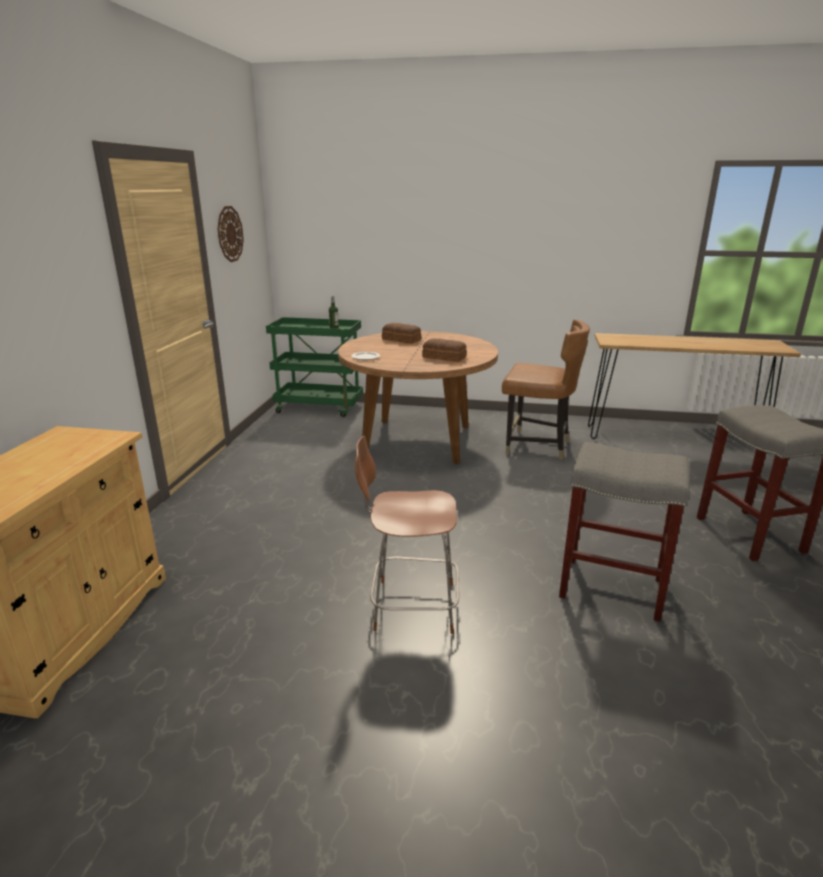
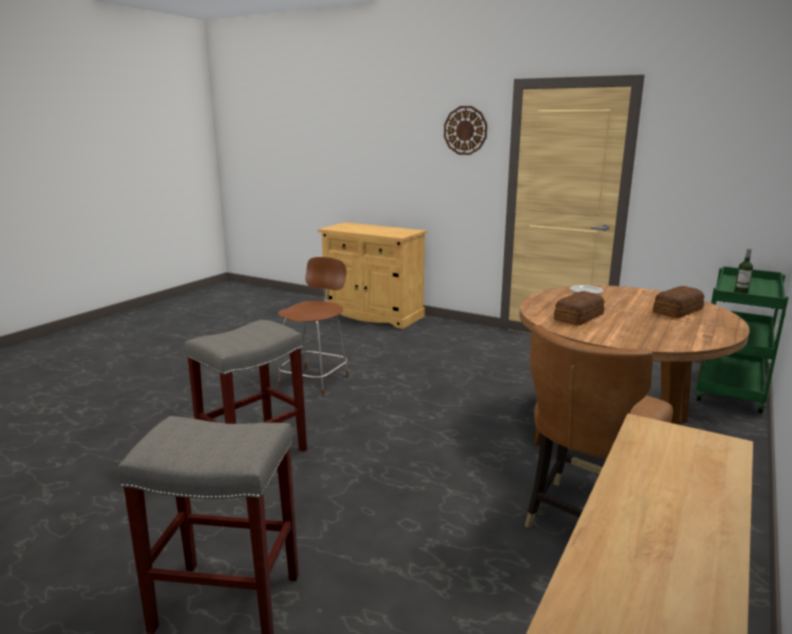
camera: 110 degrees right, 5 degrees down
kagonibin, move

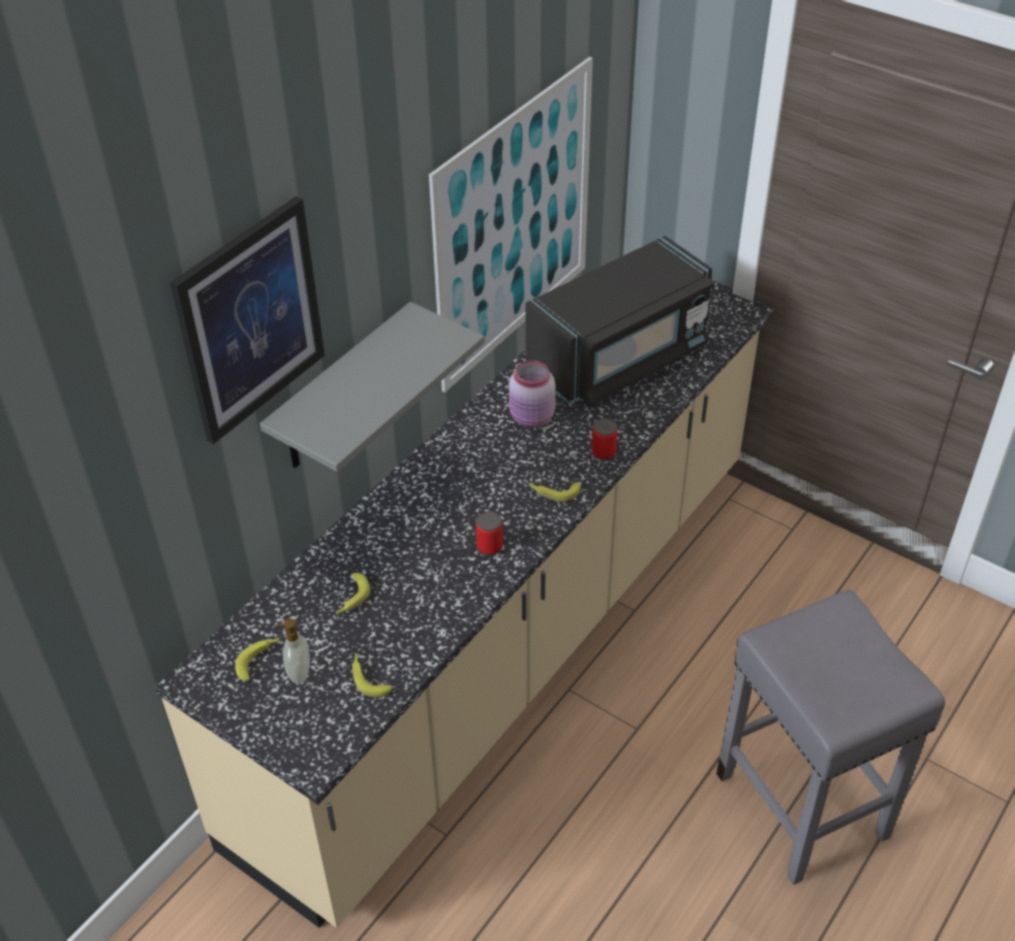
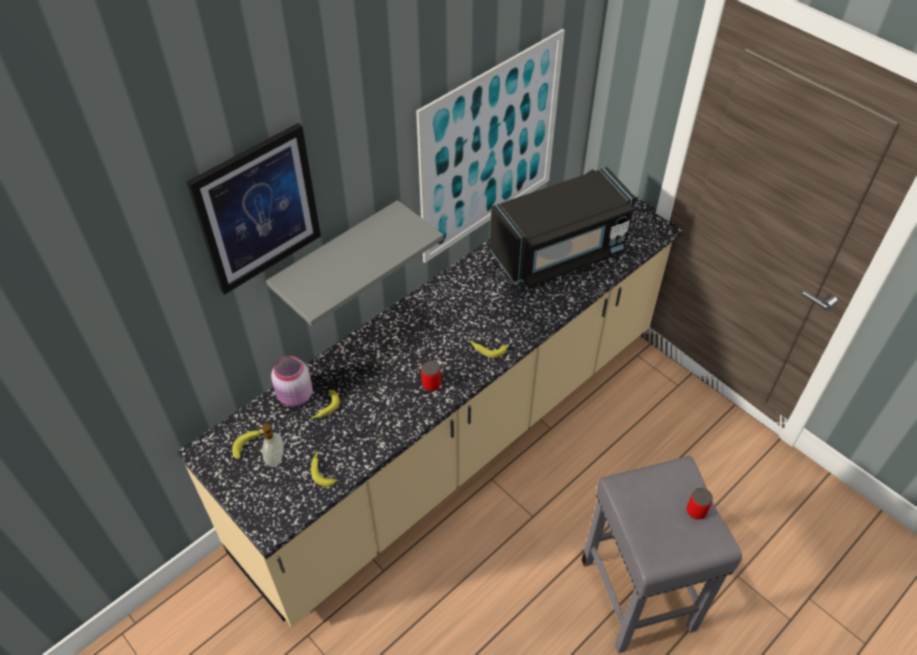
camera: 10 degrees right, 5 degrees up
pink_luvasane, move
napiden (2nd from left), move

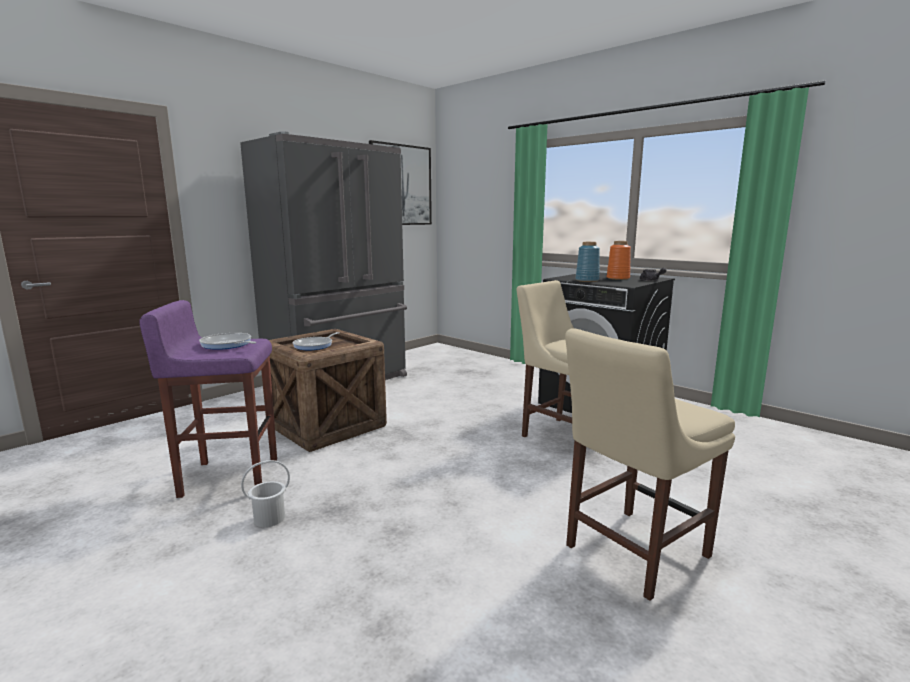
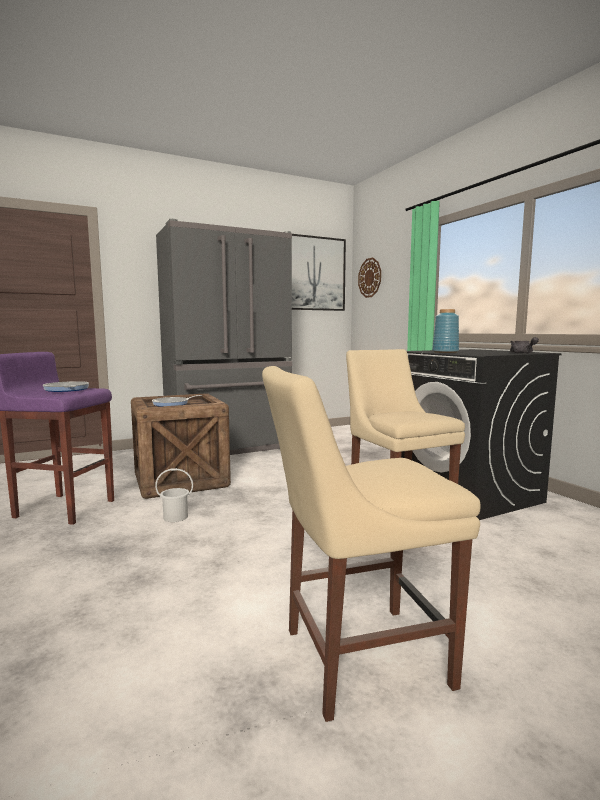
camera: 20 degrees right, 5 degrees down
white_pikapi, move
none -> kagonibin
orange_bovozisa -> none

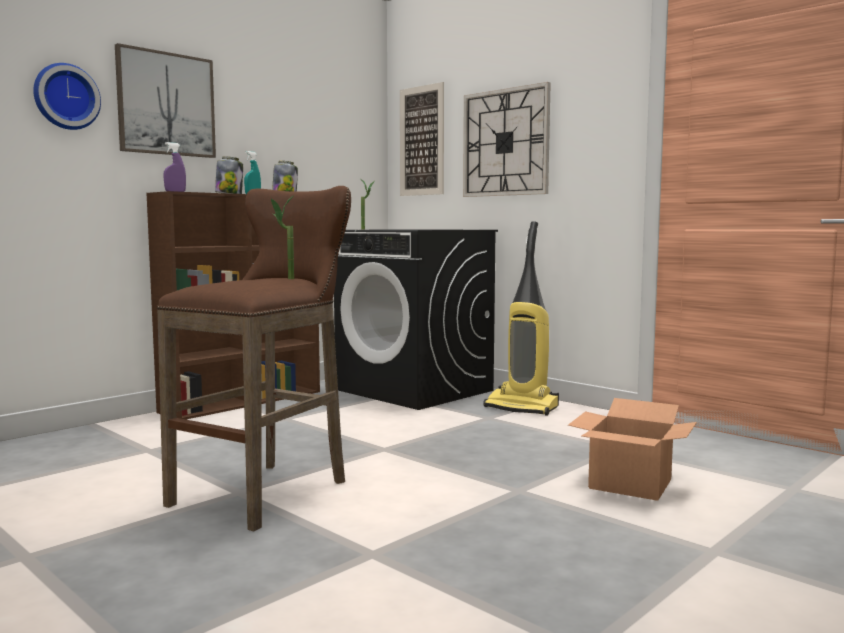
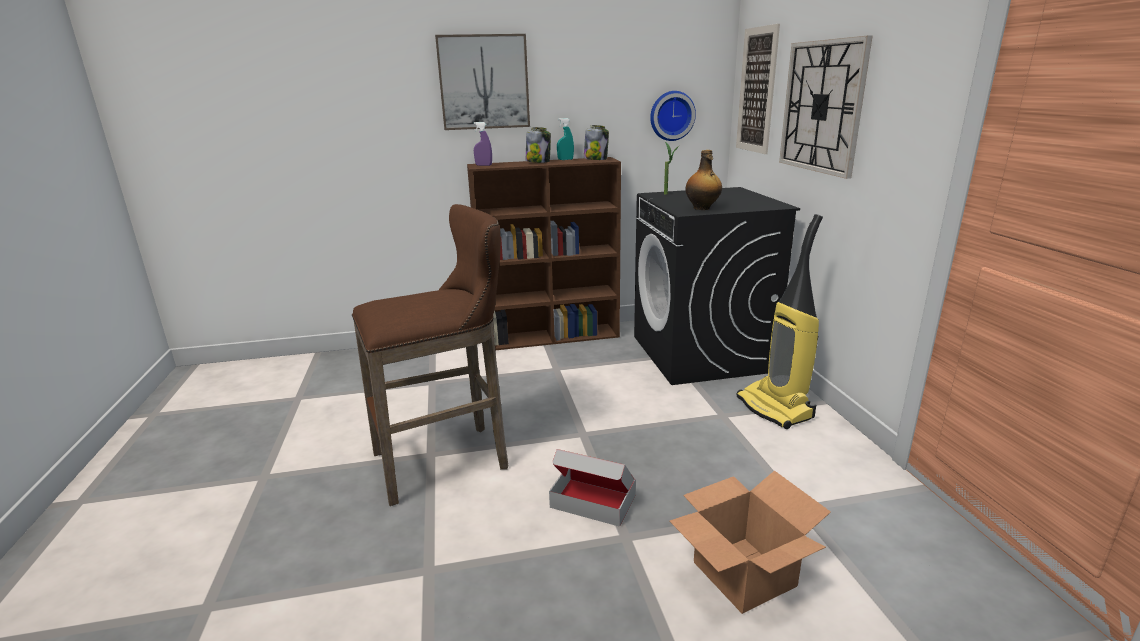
camera: 35 degrees right, 15 degrees up
none -> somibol (1st from left)
kagonibin (1st from left), move
none -> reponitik
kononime (1st from left) -> none

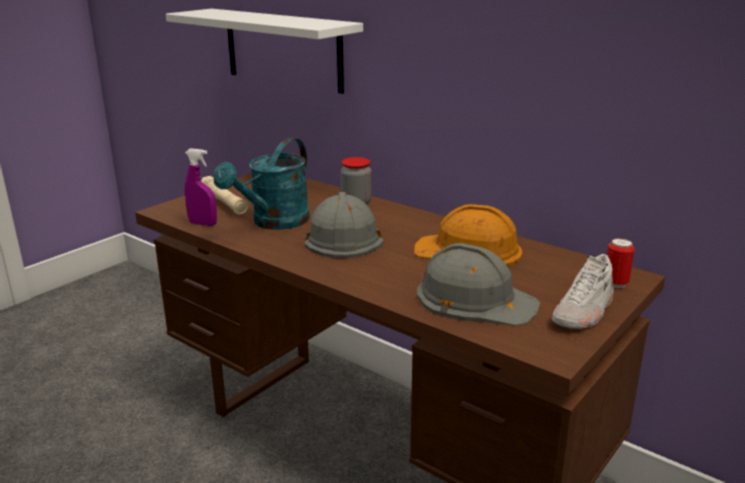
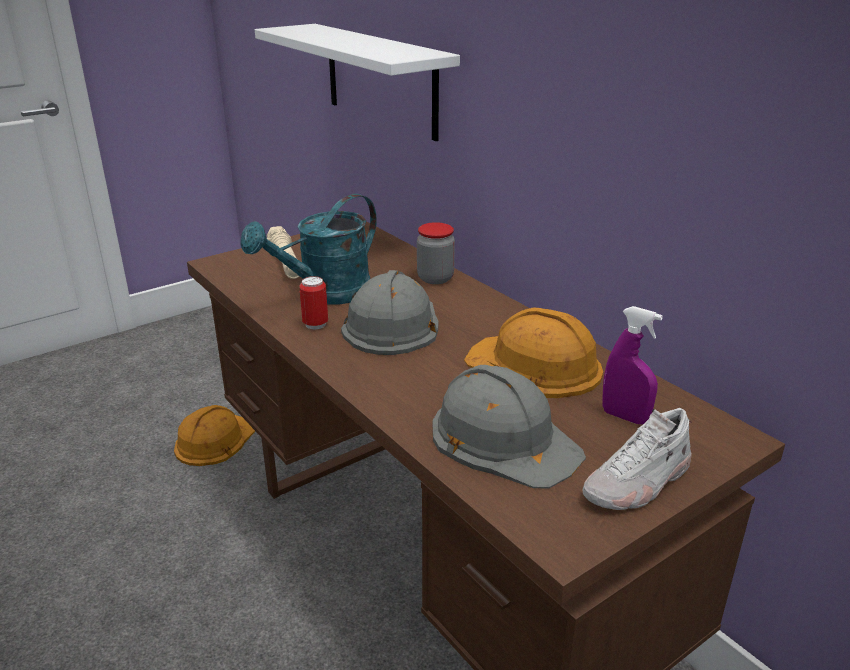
camera: 15 degrees right, 5 degrees up
none -> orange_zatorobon (1st from left)
napiden, move
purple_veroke, move

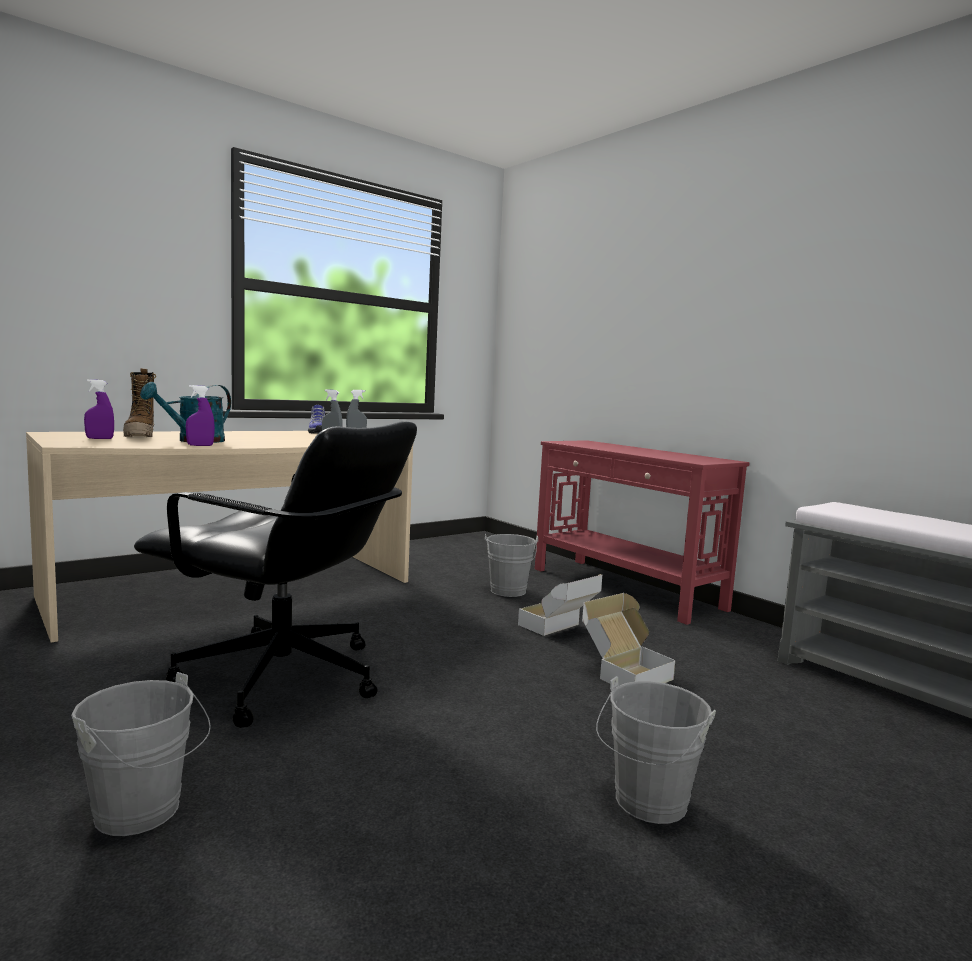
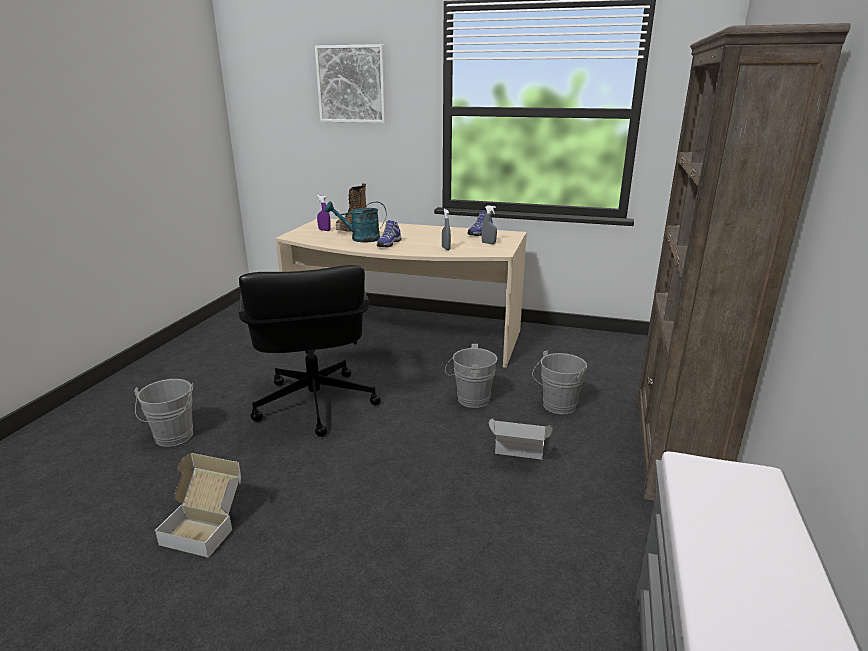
camera: 55 degrees right, 15 degrees up
somibol (2nd from left in the first image) -> somibol (1st from left), move
none -> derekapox
none -> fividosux (1st from left)
grey_pikapi (3rd from left in the first image) -> grey_pikapi (2nd from left), move
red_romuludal -> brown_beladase
purple_veroke (2nd from left) -> none

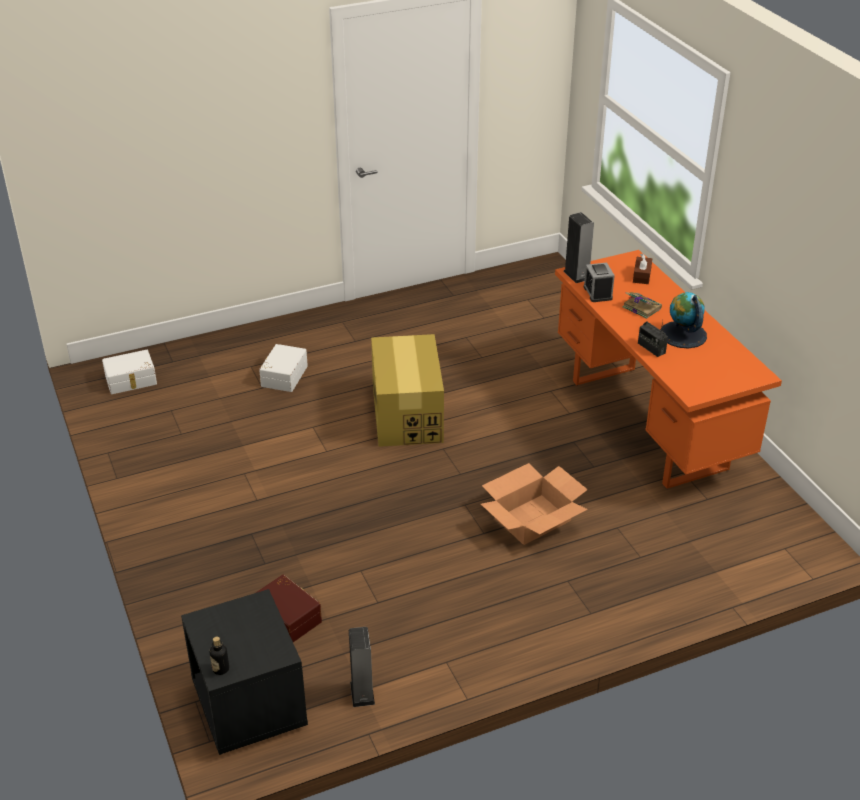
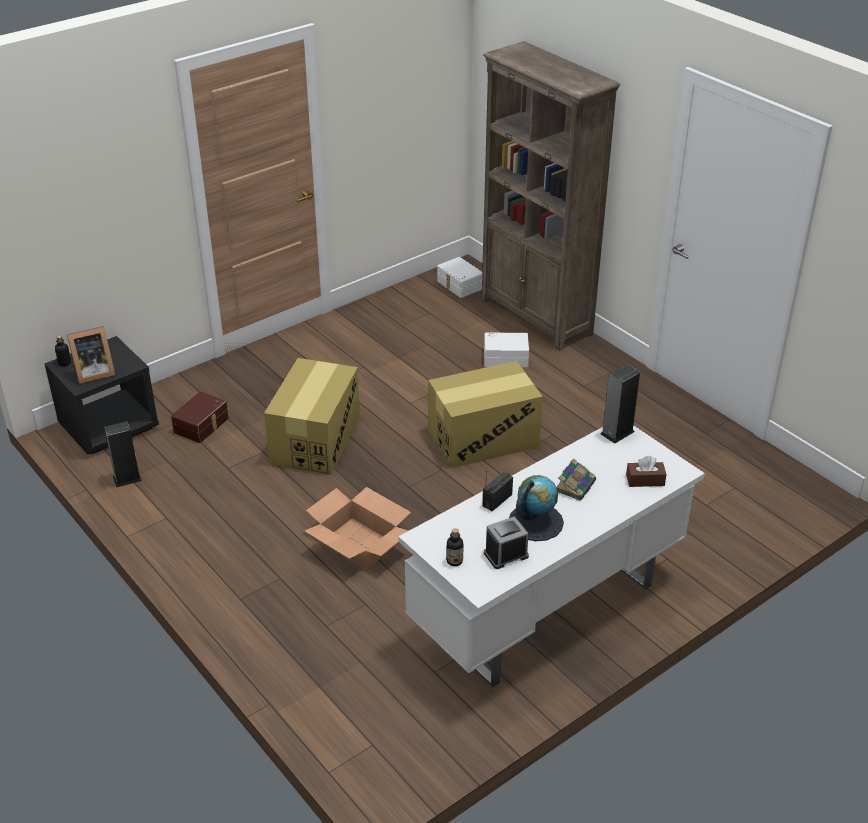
camera: 75 degrees right, 0 degrees up
none -> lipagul
none -> somibol (1st from left)
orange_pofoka -> white_pofoka
none -> reponitik (2nd from left)
none -> brown_beladase
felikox, move

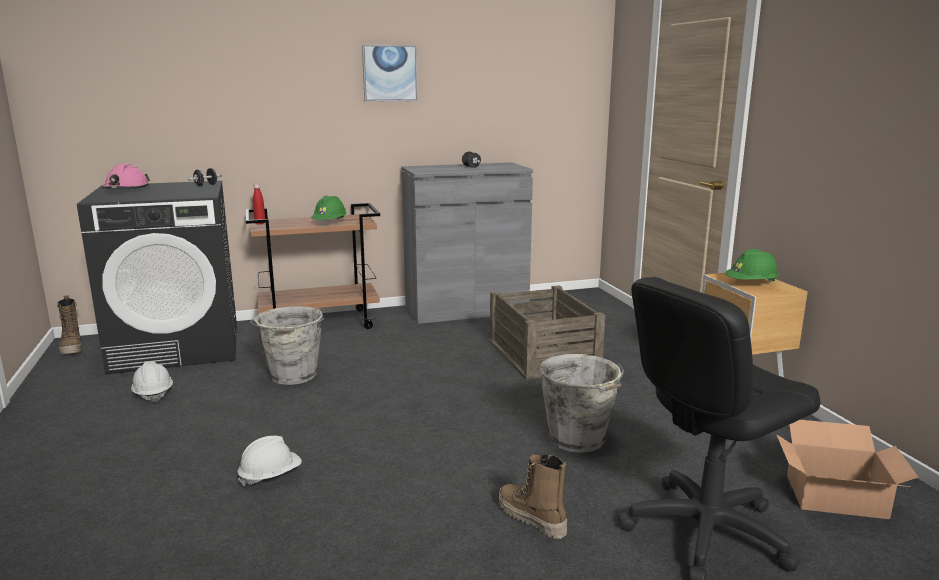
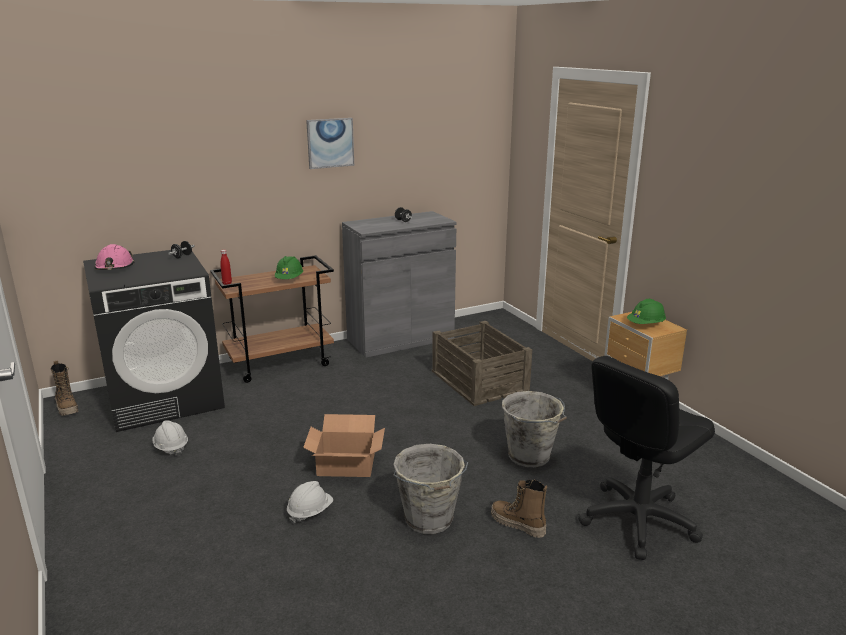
camera: 10 degrees left, 5 degrees up
somibol, move
grey_pikapi (1st from left), move

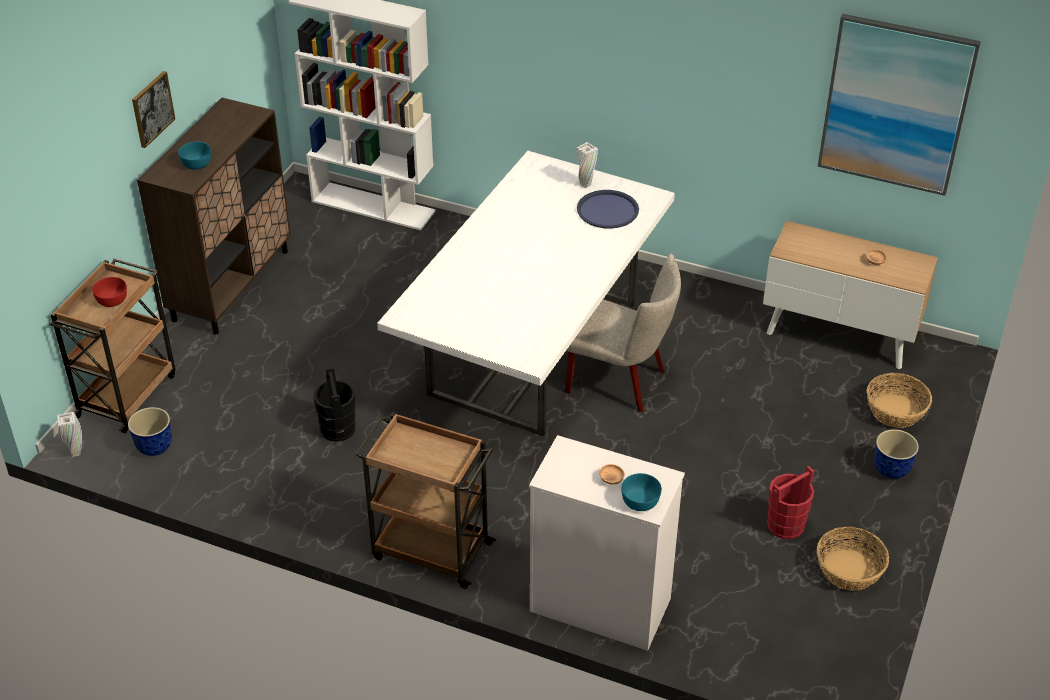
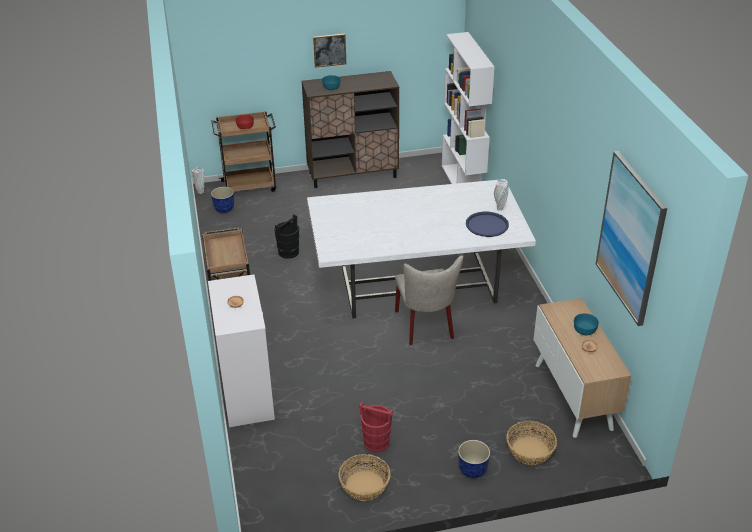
camera: 55 degrees right, 5 degrees down
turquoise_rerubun (2nd from left), move

